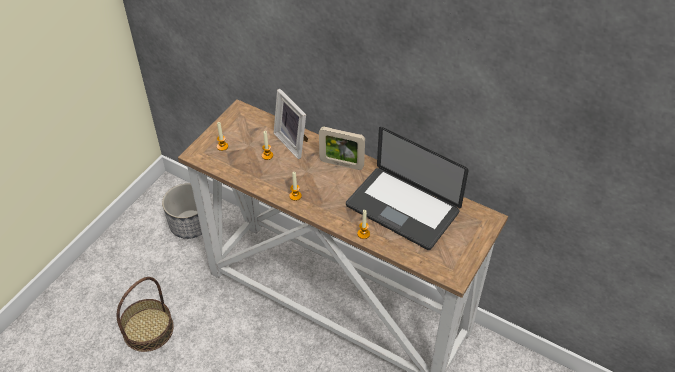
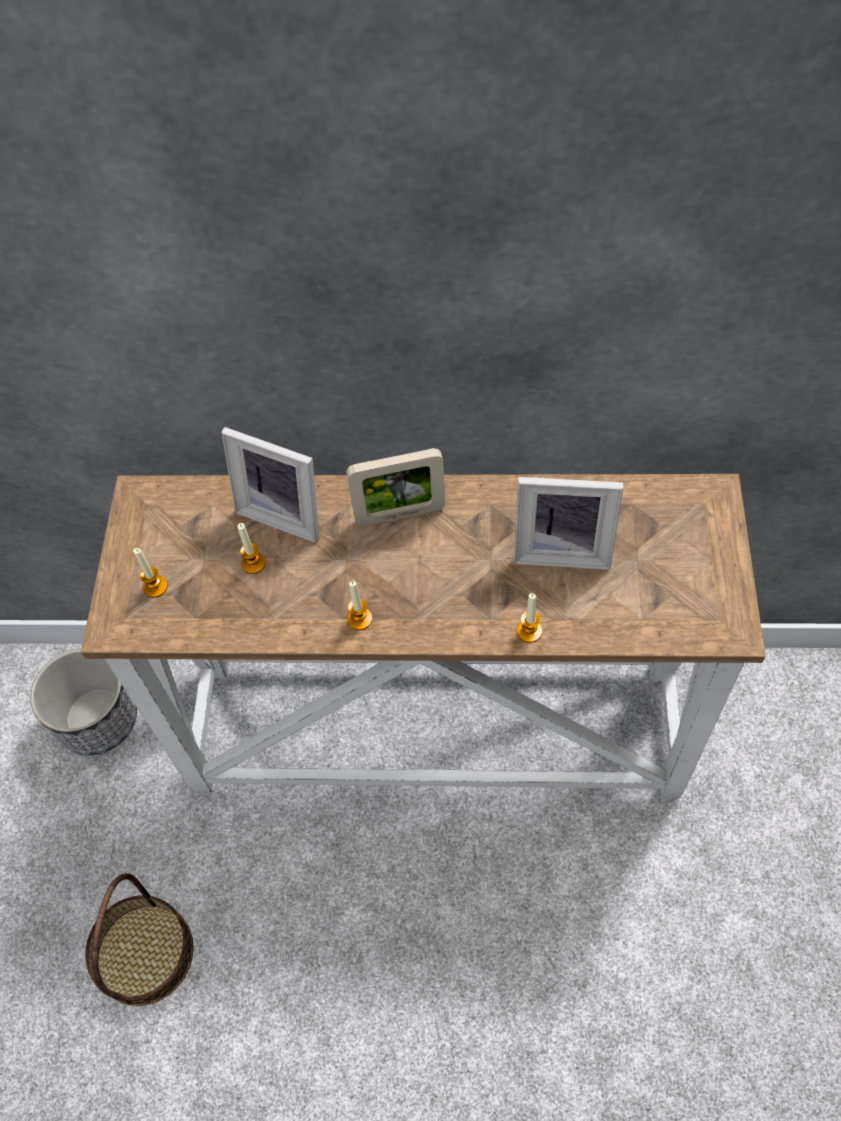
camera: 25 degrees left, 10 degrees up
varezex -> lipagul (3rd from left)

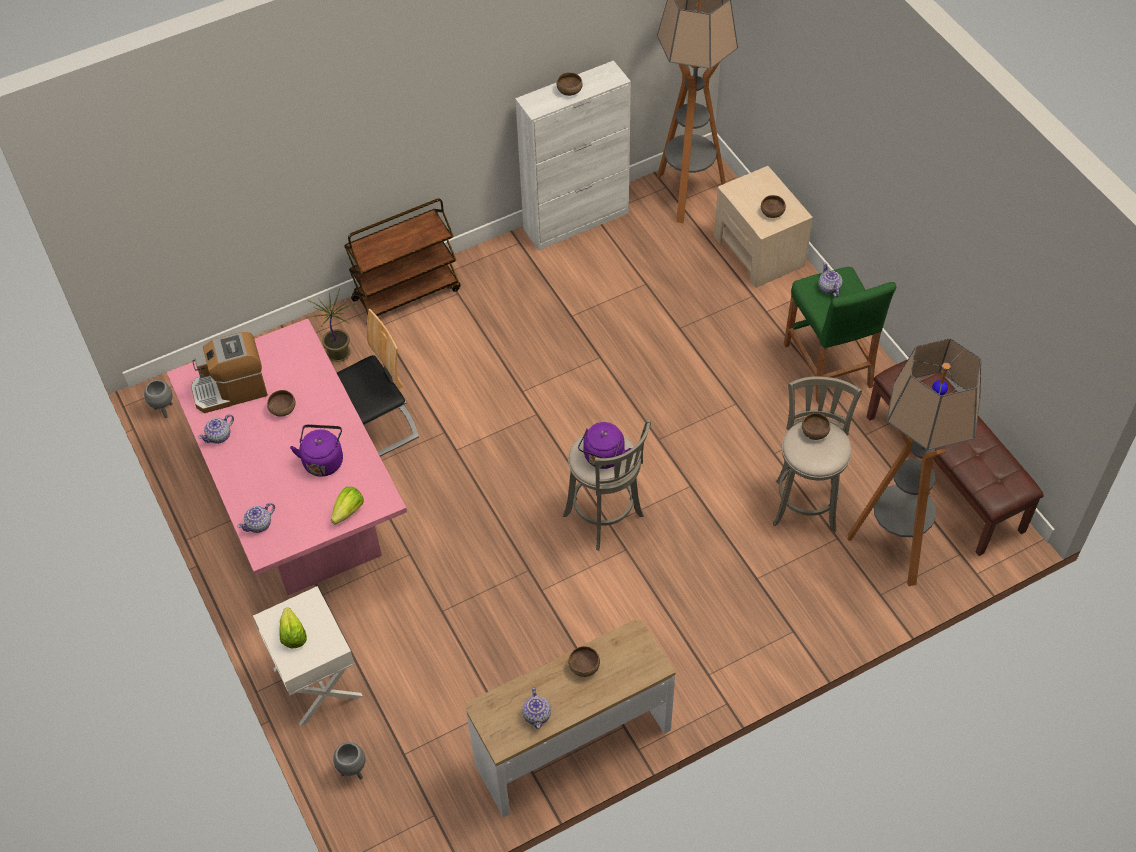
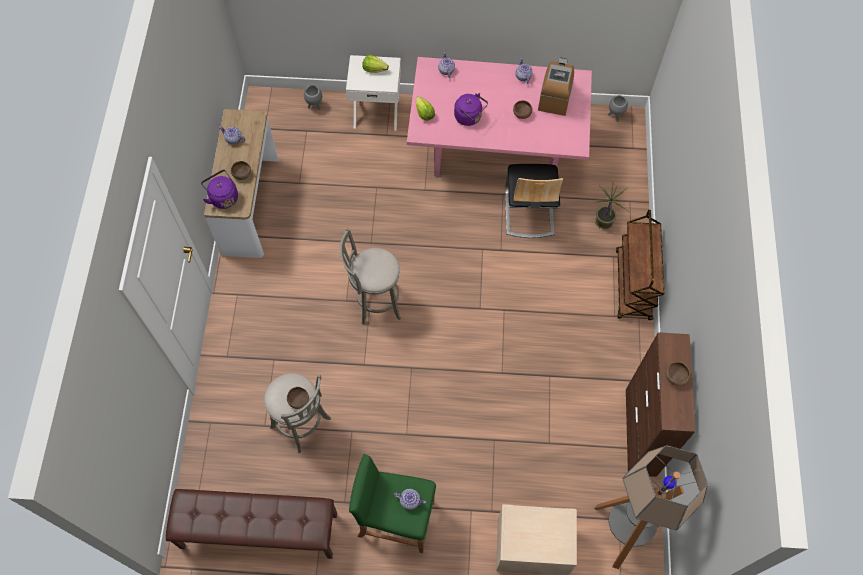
camera: 120 degrees right, 10 degrees up
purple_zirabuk (2nd from left in the first image) -> purple_zirabuk (1st from left), move
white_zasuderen -> brown_zasuderen
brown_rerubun (4th from left) -> none
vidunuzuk (2nd from left) -> none

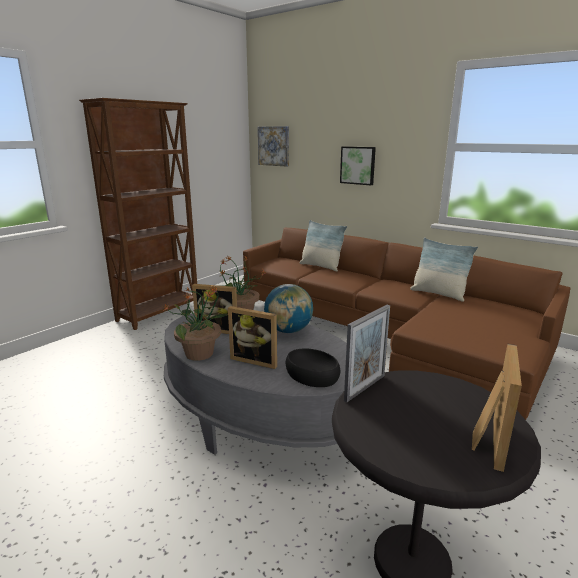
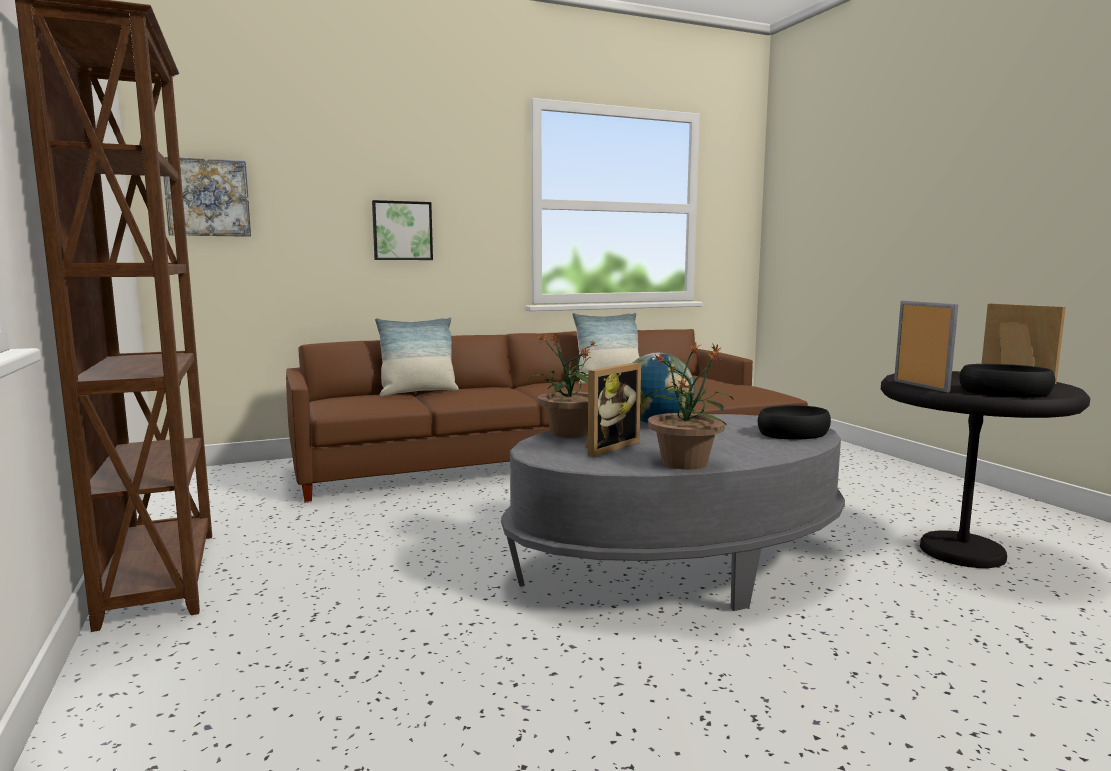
camera: 60 degrees left, 10 degrees down
none -> black_rerubun (2nd from left)
lipagul (2nd from left) -> none

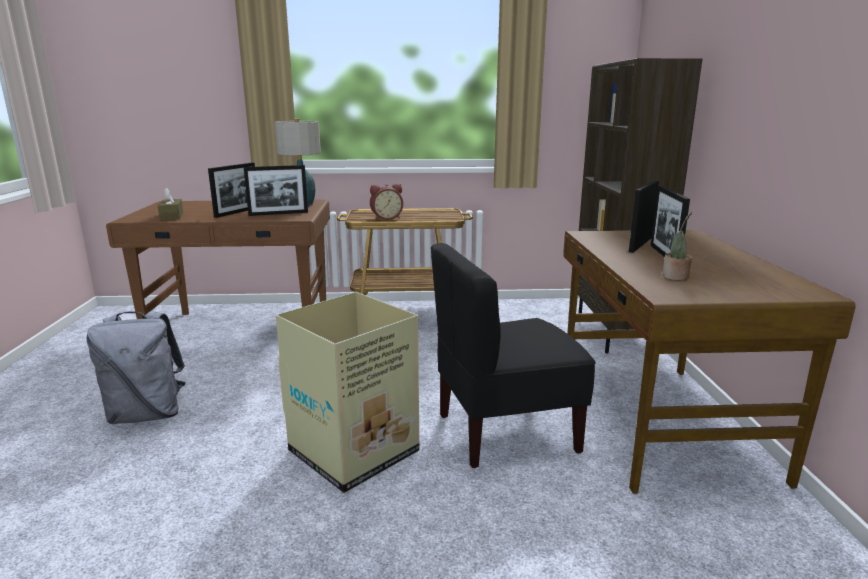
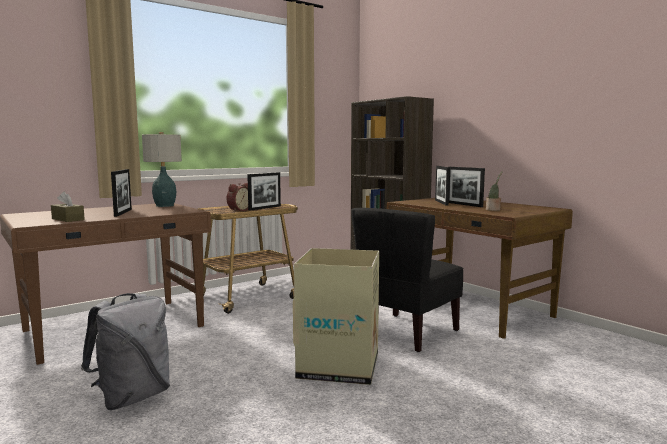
camera: 35 degrees left, 10 degrees down
lipagul (2nd from left), move

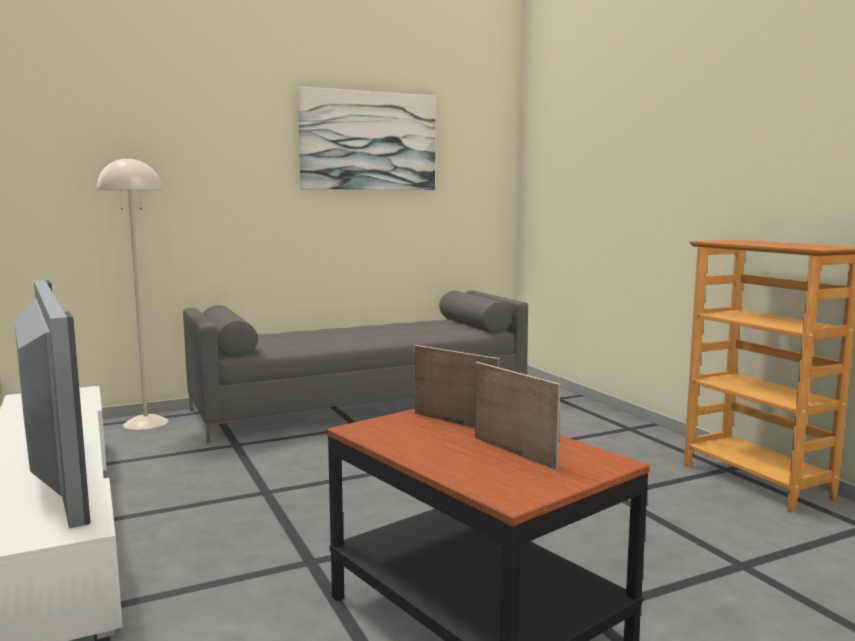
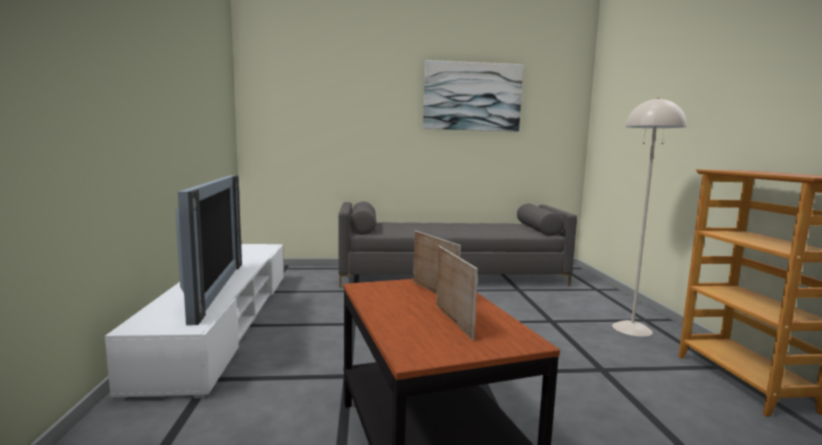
camera: 20 degrees right, 0 degrees up
beige_vidunuzuk, move

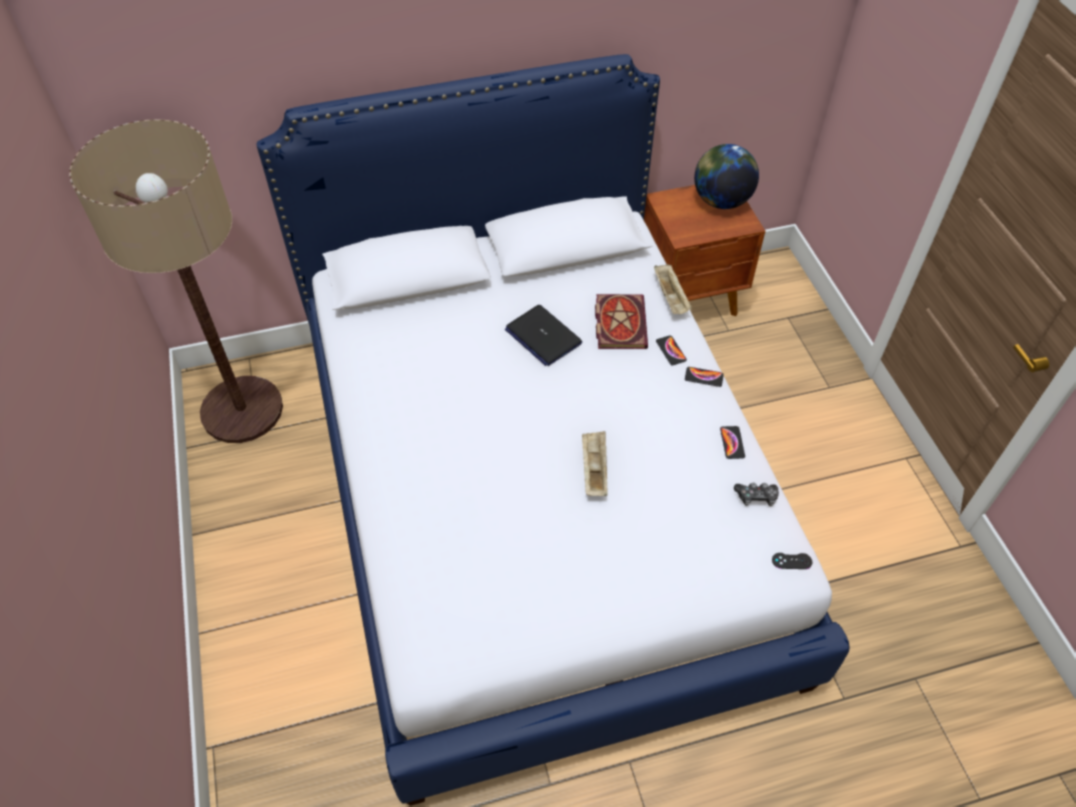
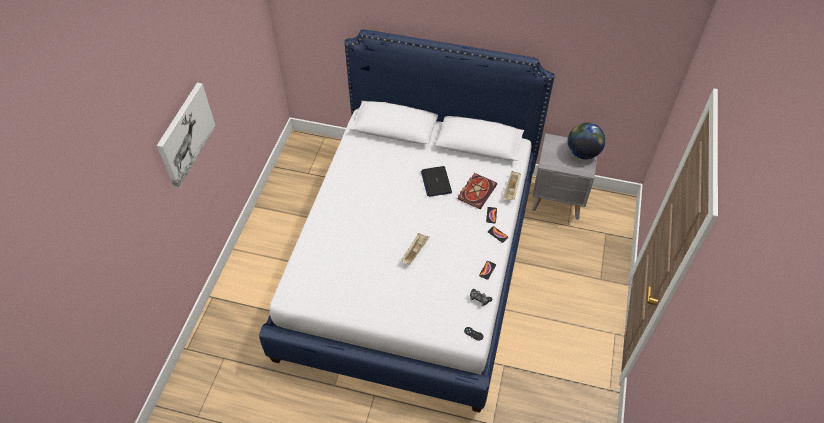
camera: 30 degrees right, 0 degrees up
none -> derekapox
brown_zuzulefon -> grey_zuzulefon
vidunuzuk -> none

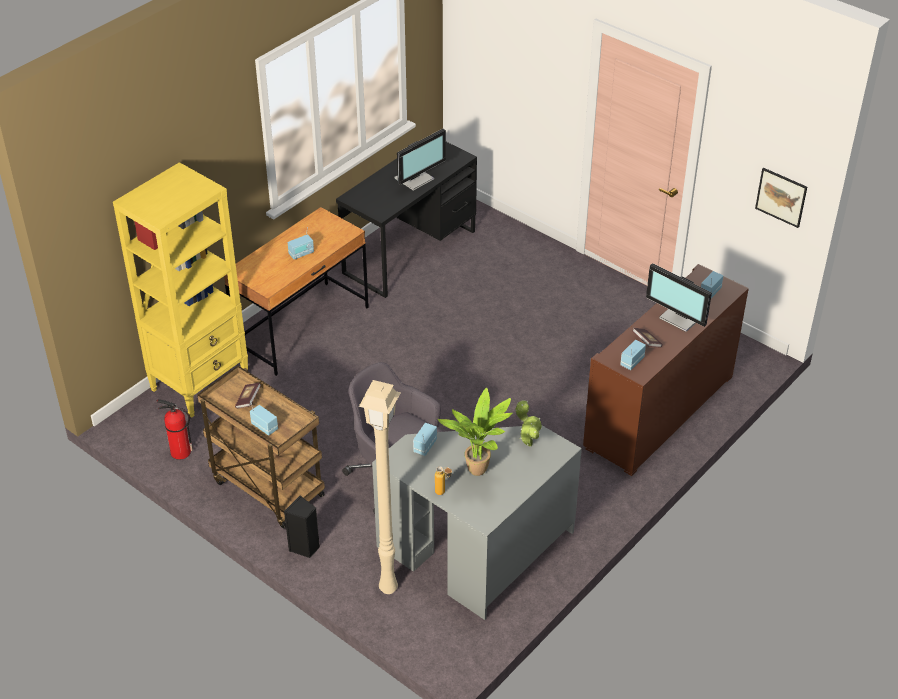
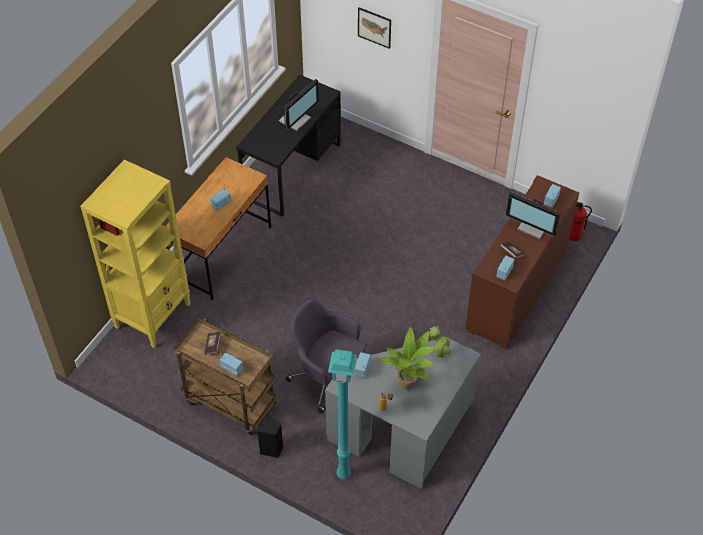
camera: 10 degrees left, 10 degrees up
beige_vidunuzuk -> turquoise_vidunuzuk
derekapox, move
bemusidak, move

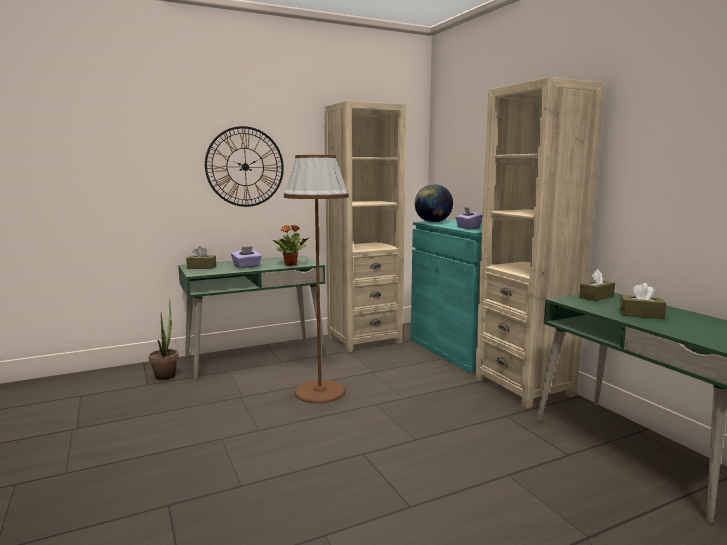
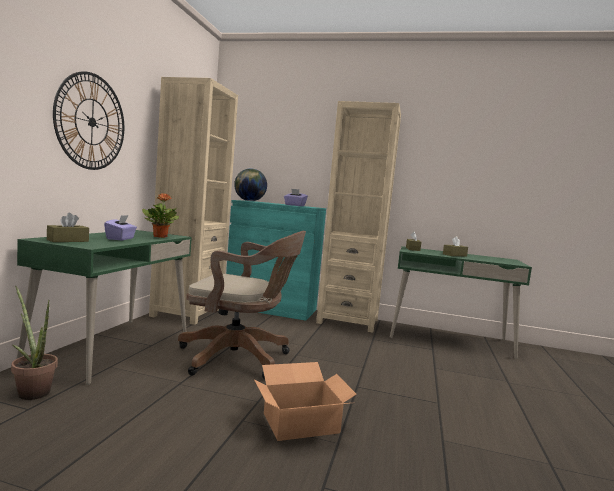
camera: 50 degrees left, 5 degrees down
brown_vidunuzuk -> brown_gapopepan
none -> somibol

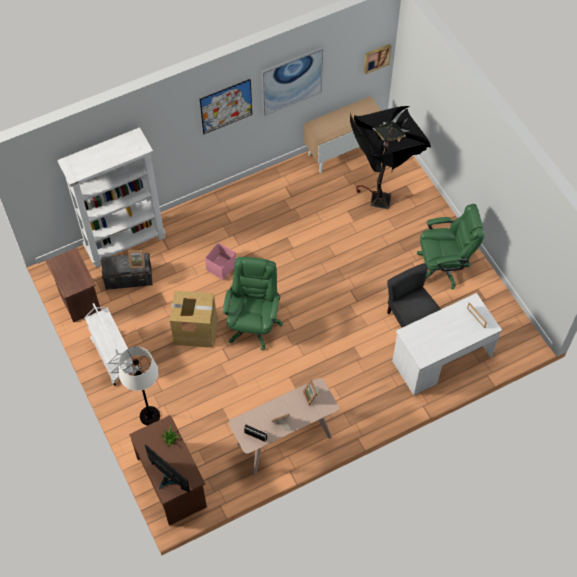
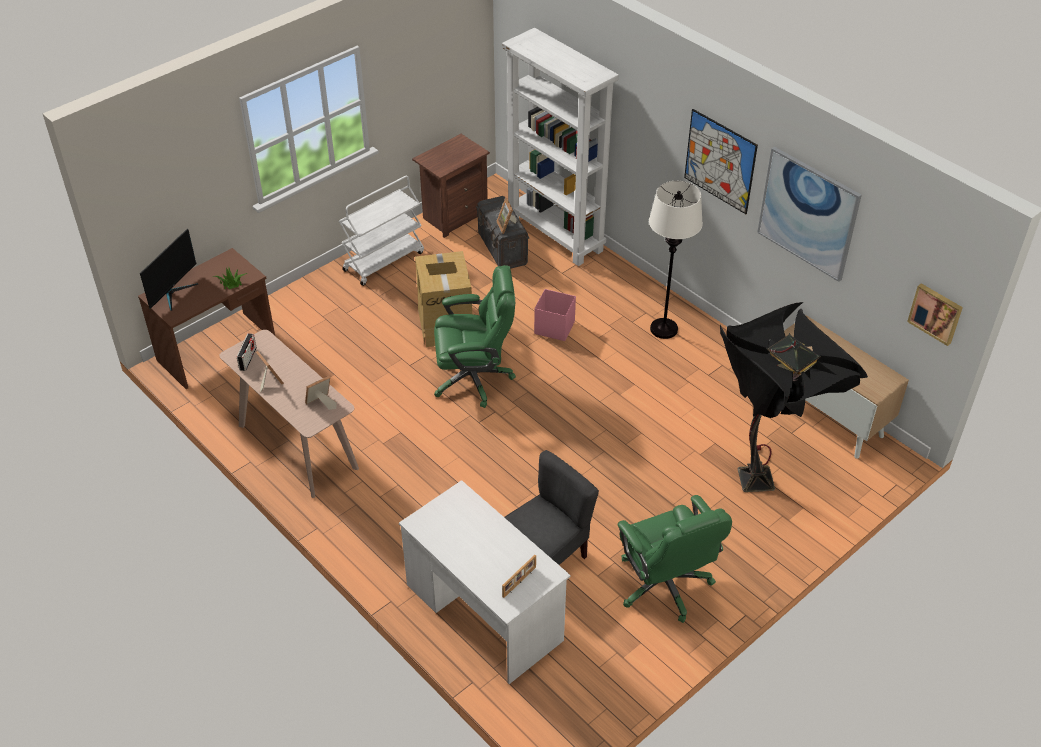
camera: 75 degrees right, 15 degrees down
white_vidunuzuk, move

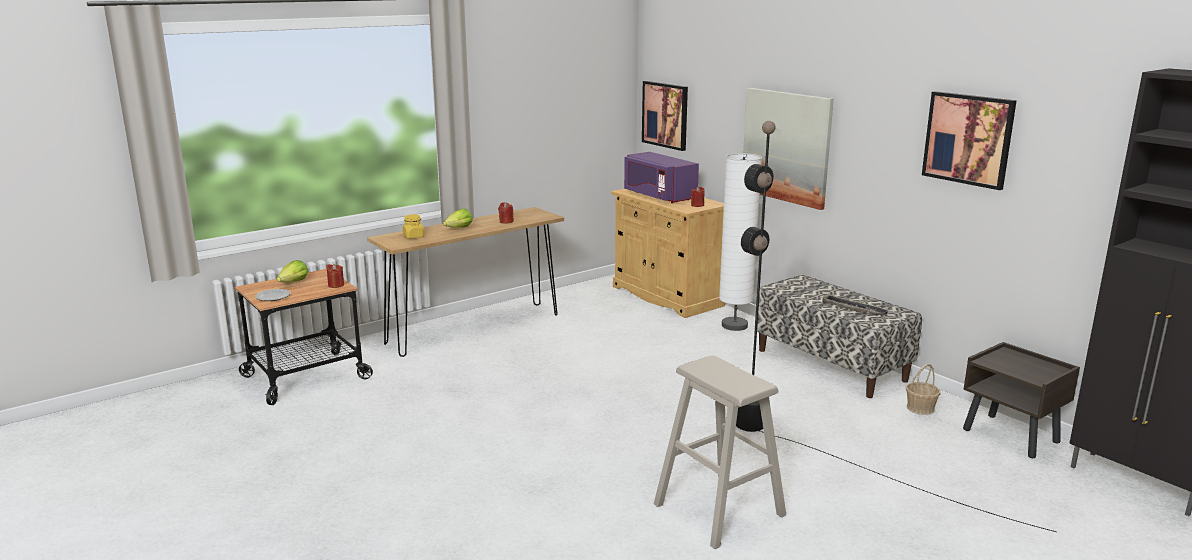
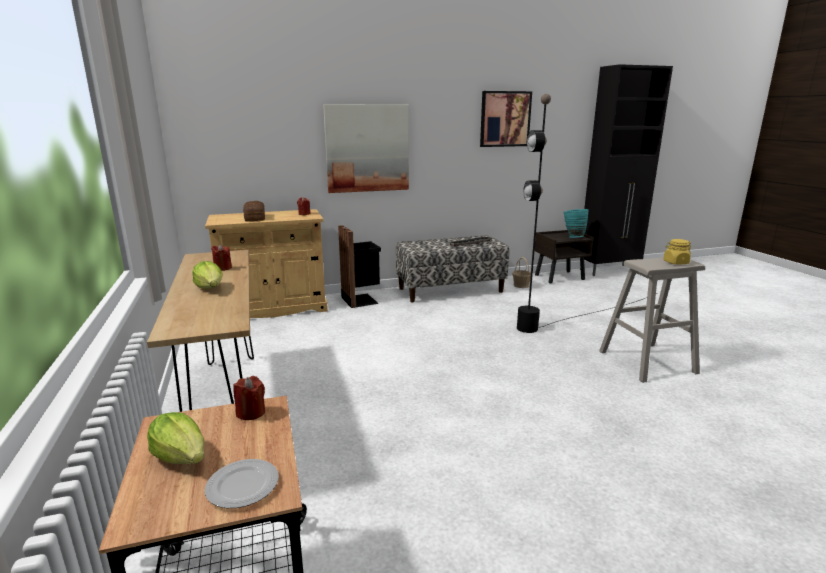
camera: 70 degrees left, 0 degrees up
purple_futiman -> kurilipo
white_vidunuzuk -> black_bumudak
none -> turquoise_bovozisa
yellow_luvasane, move
derekapox (1st from left) -> none

